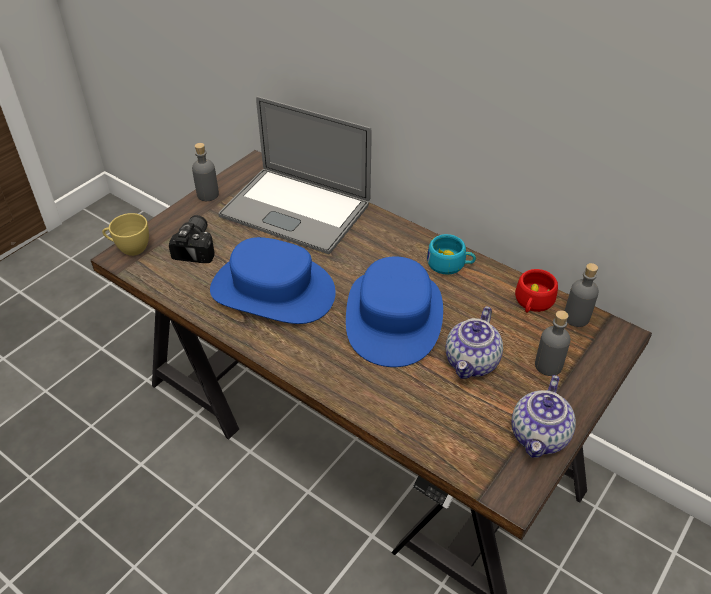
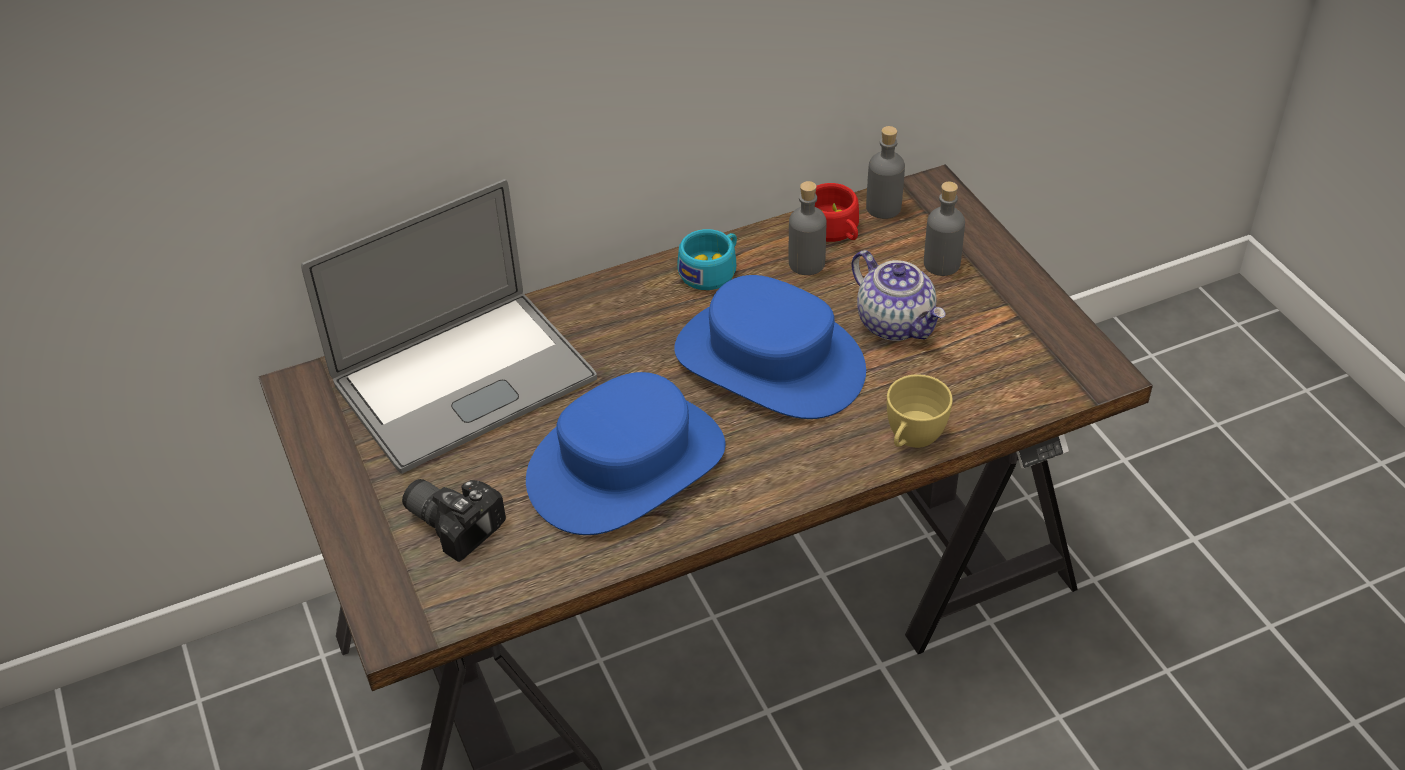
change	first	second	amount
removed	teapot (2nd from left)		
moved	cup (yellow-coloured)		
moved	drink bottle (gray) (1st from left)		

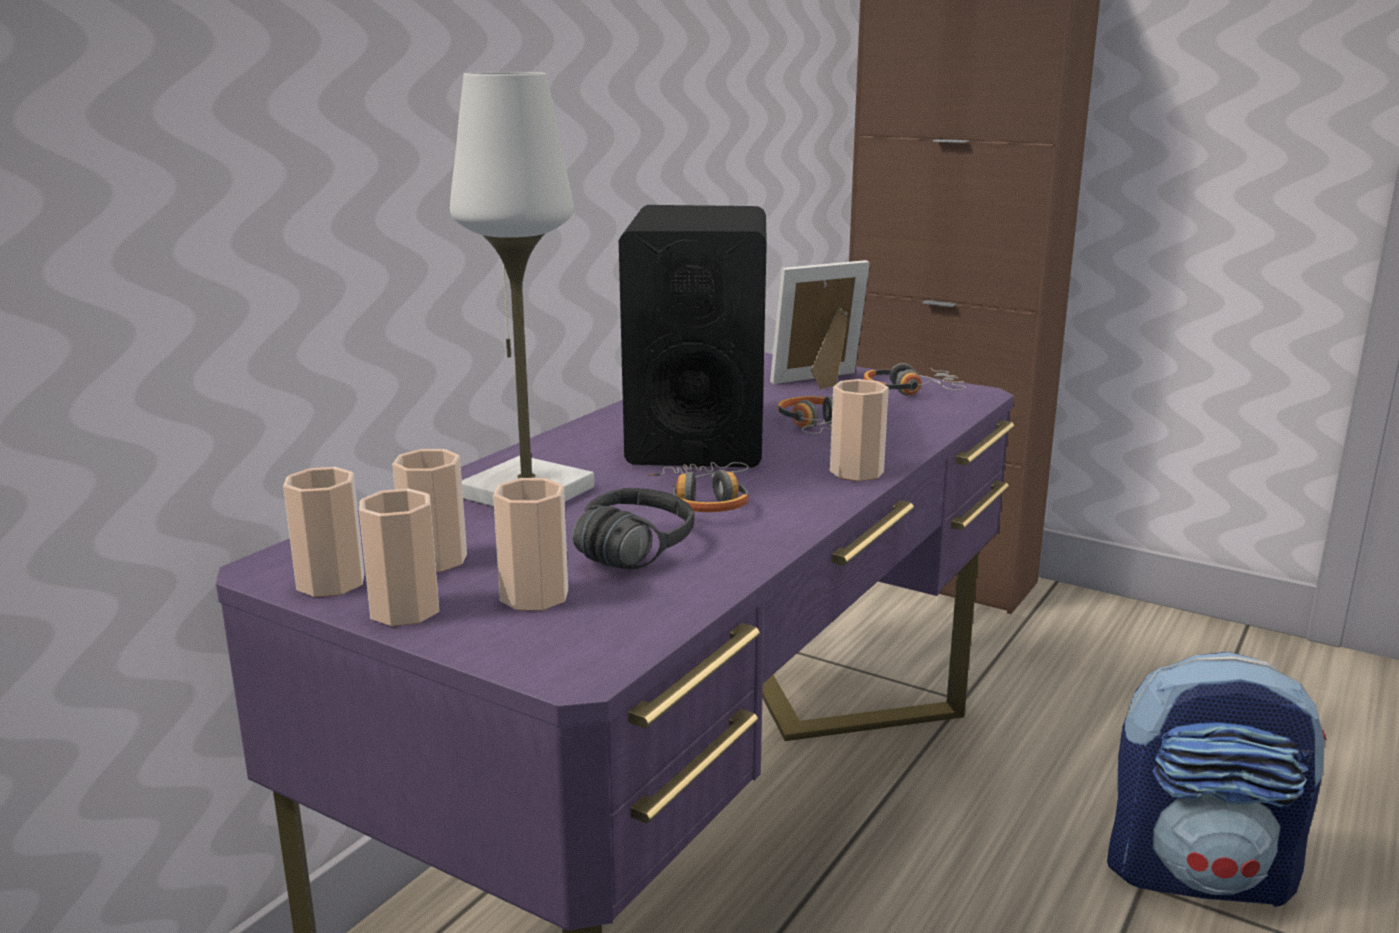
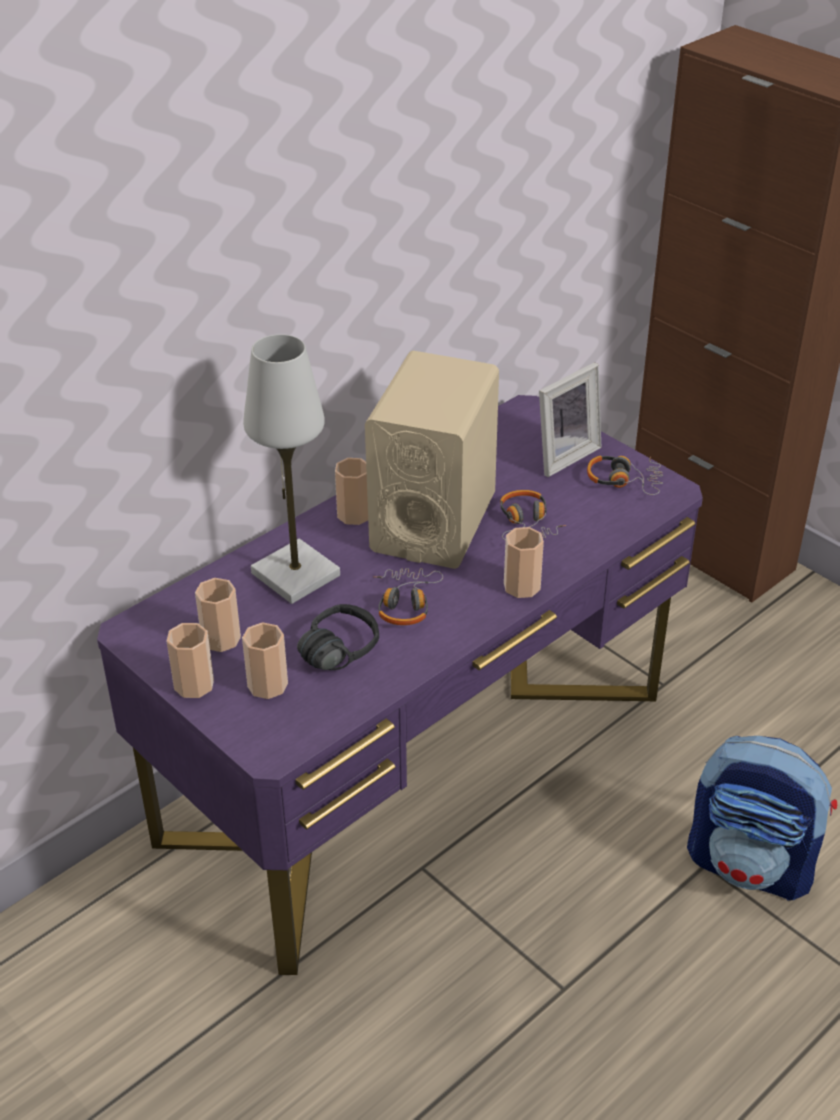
change	first	second	amount
moved	cup (1st from left in the first image)	cup (4th from left)	
recoloured	speaker (black)	speaker (sand-coloured)	
turned	photo frame		150 degrees clockwise

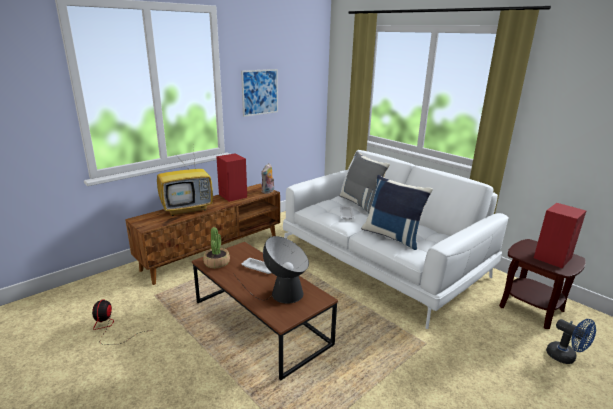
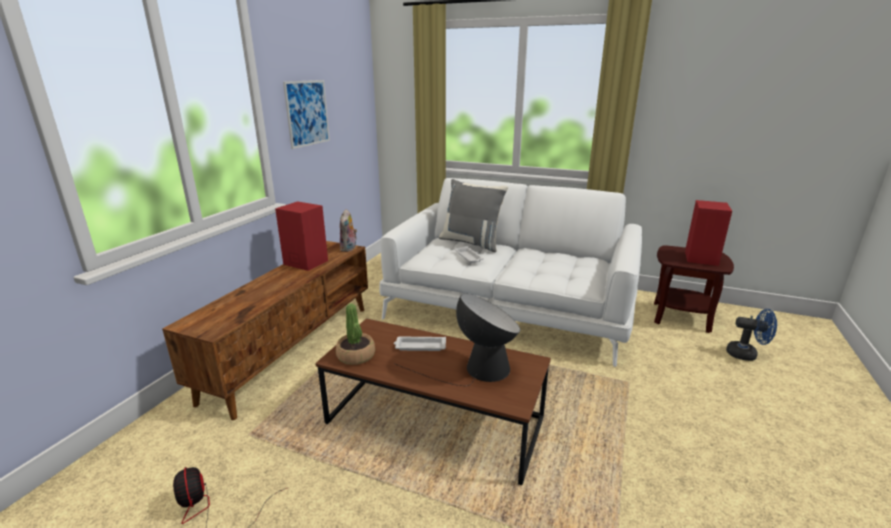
change	first	second	amount
removed	TV		
removed	pillow (blue-coloured)		

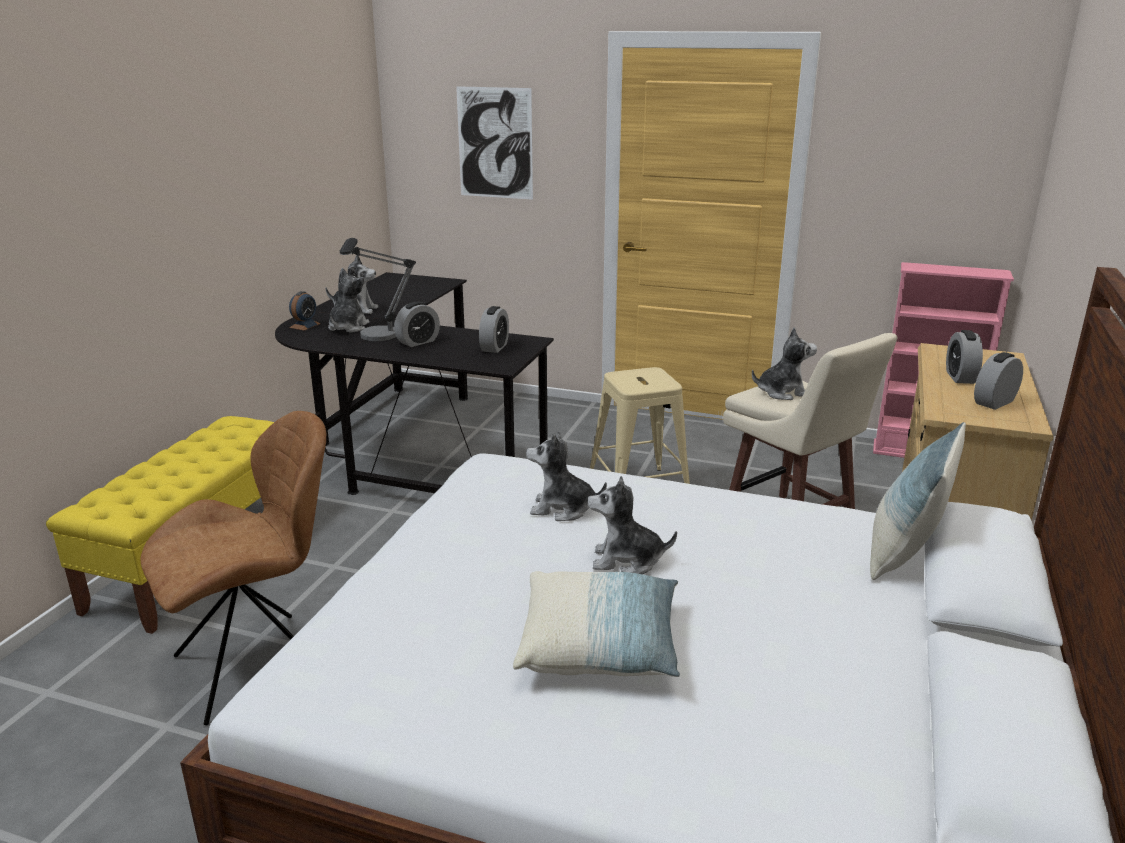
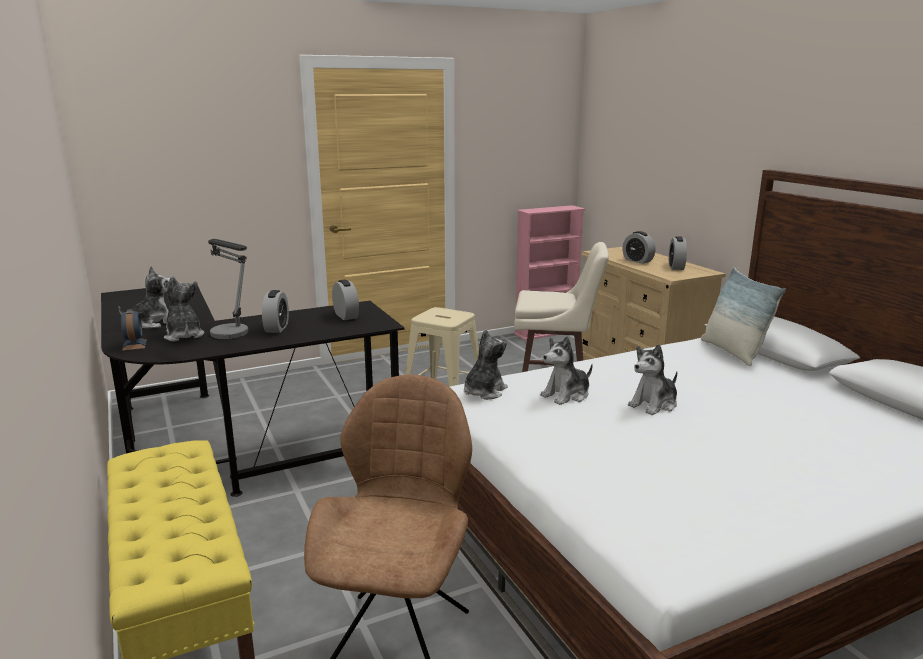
change	first	second	amount
removed	picture		
removed	pillow (1st from left)		
moved	cuddly toy (5th from left in the first image)	cuddly toy (3rd from left)	

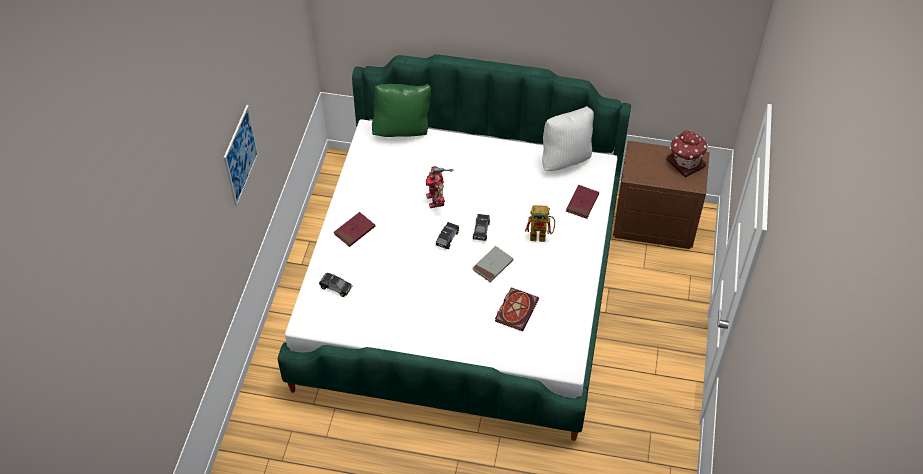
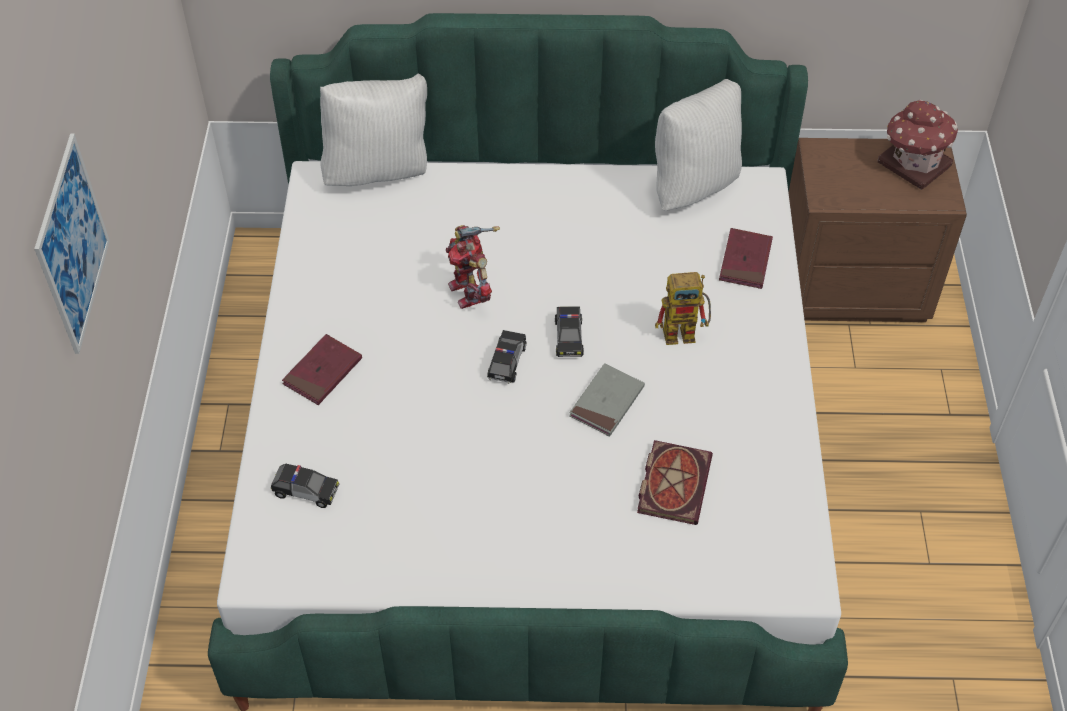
change	first	second	amount
recoloured	pillow (green)	pillow (white) (1st from left)	

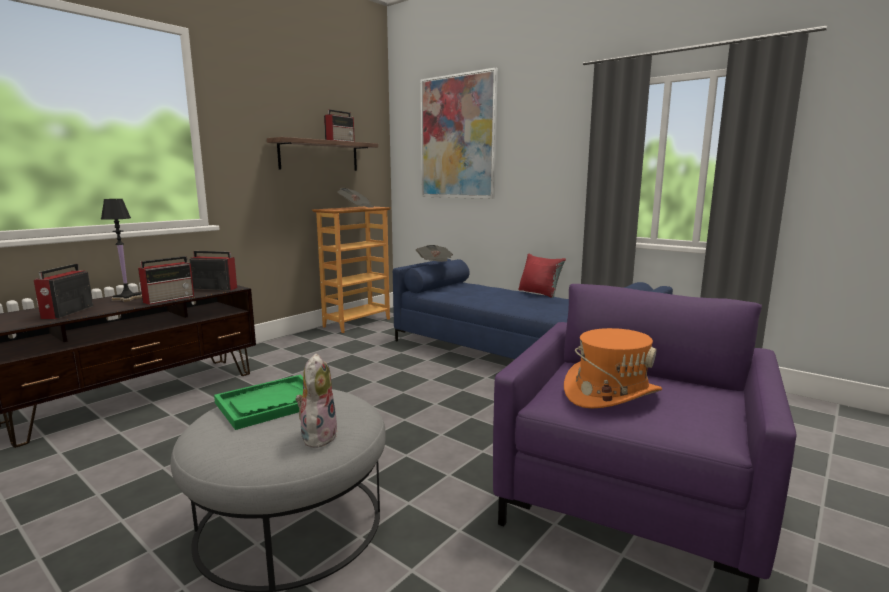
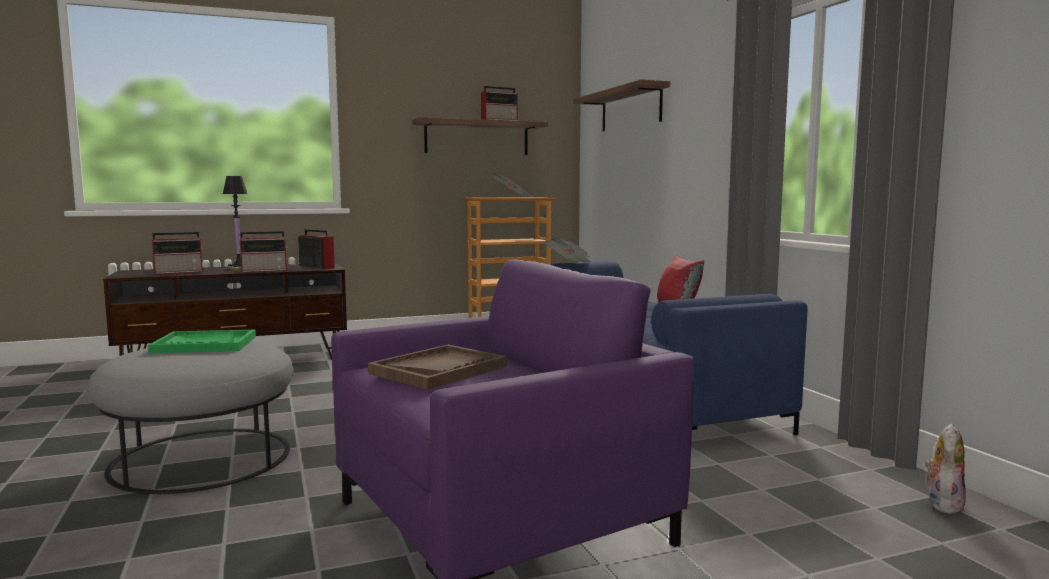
change	first	second	amount
moved	cuddly toy		
replaced	picture	bracket shelf (2nd from left)	
replaced	hat (orange)	serving tray (brown)	
turned	radio receiver (1st from left)		150 degrees counterclockwise

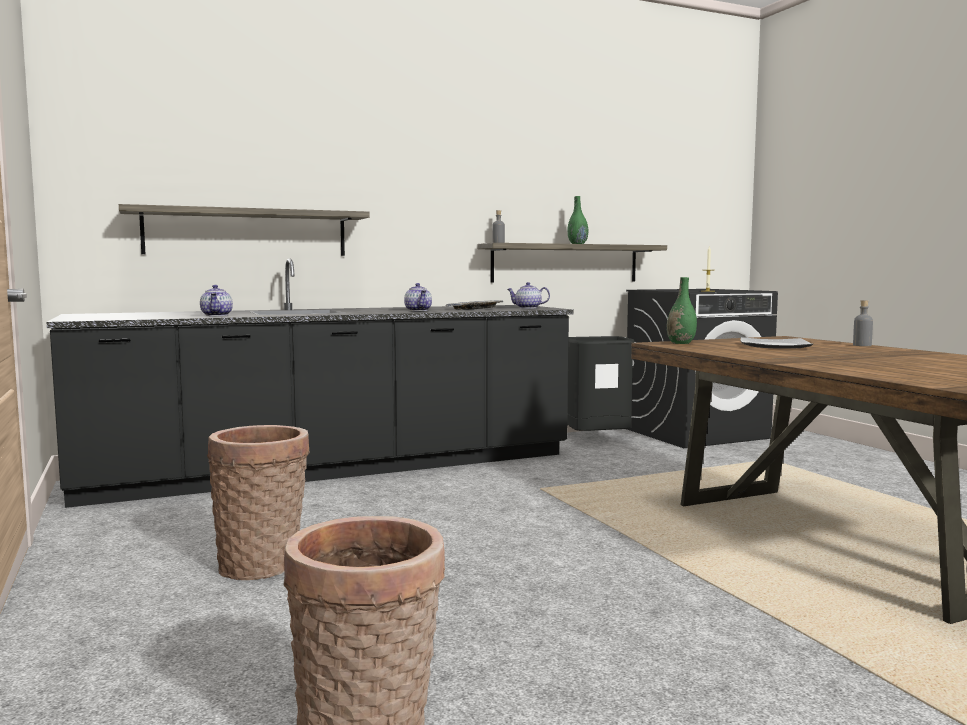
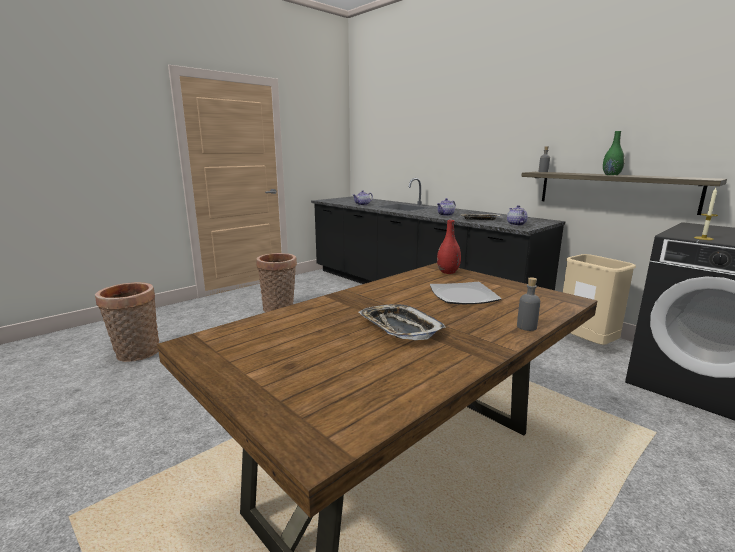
change	first	second	amount
removed	bracket shelf (1st from left)		
added		serving tray (1st from left)	
recoloured	rubbish bin (black)	rubbish bin (sand-coloured)	
recoloured	decorative vase (green) (2nd from left)	decorative vase (red)	

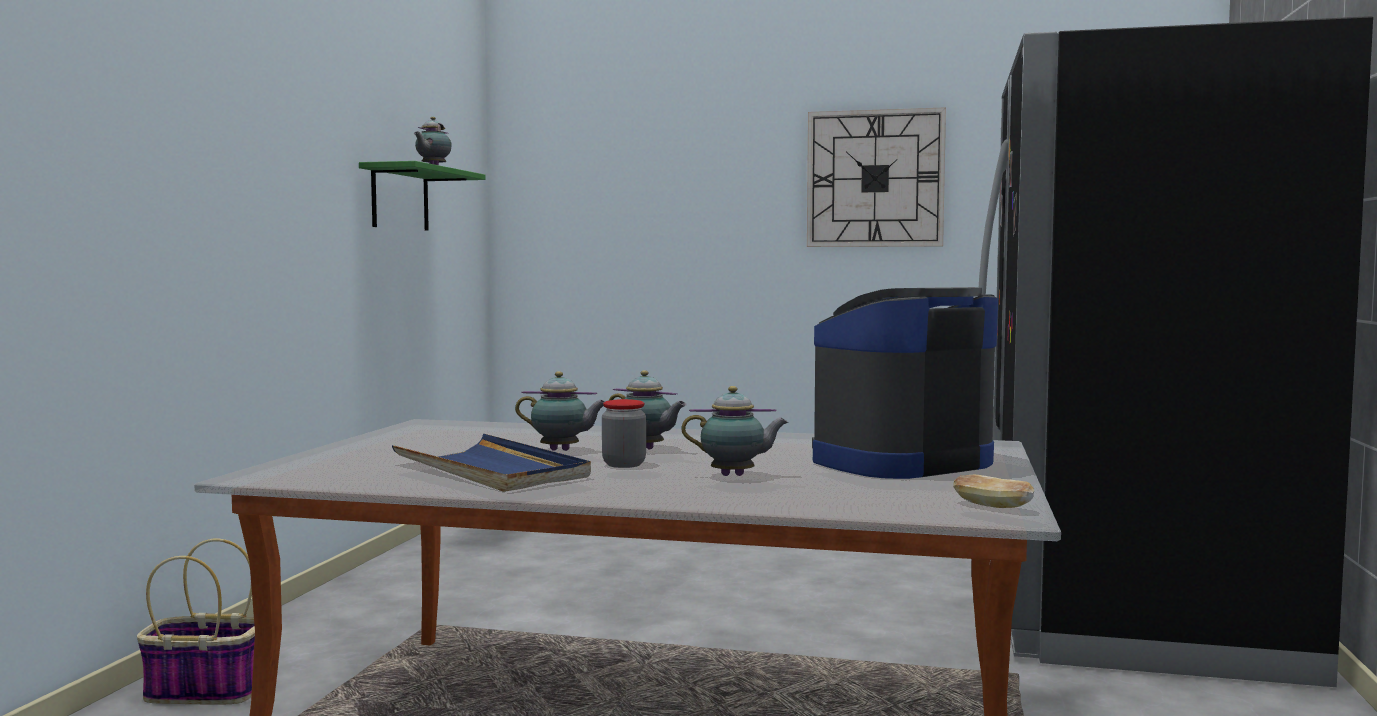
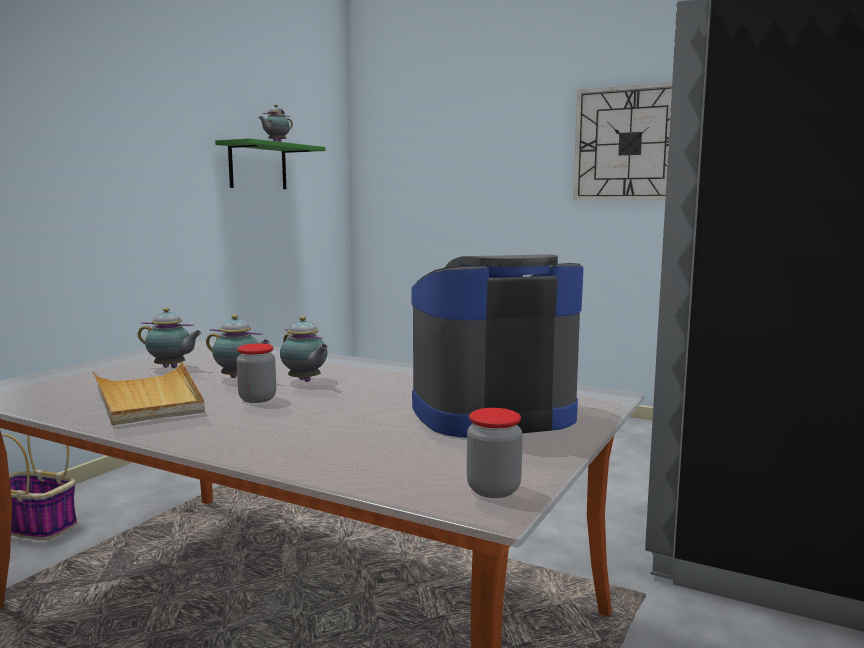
change	first	second	amount
moved	teapot (4th from left in the first image)	teapot (1st from left)	
replaced	baked bread	jar (2nd from left)	
recoloured	serving tray (blue-coloured)	serving tray (sand-coloured)	

